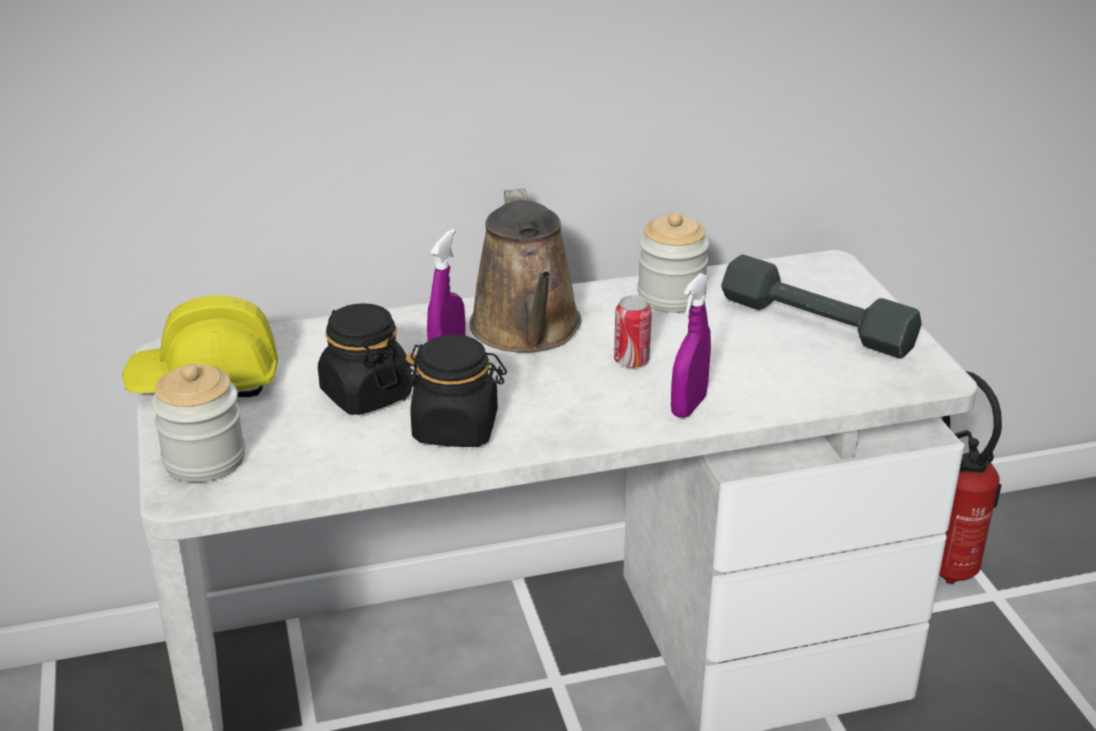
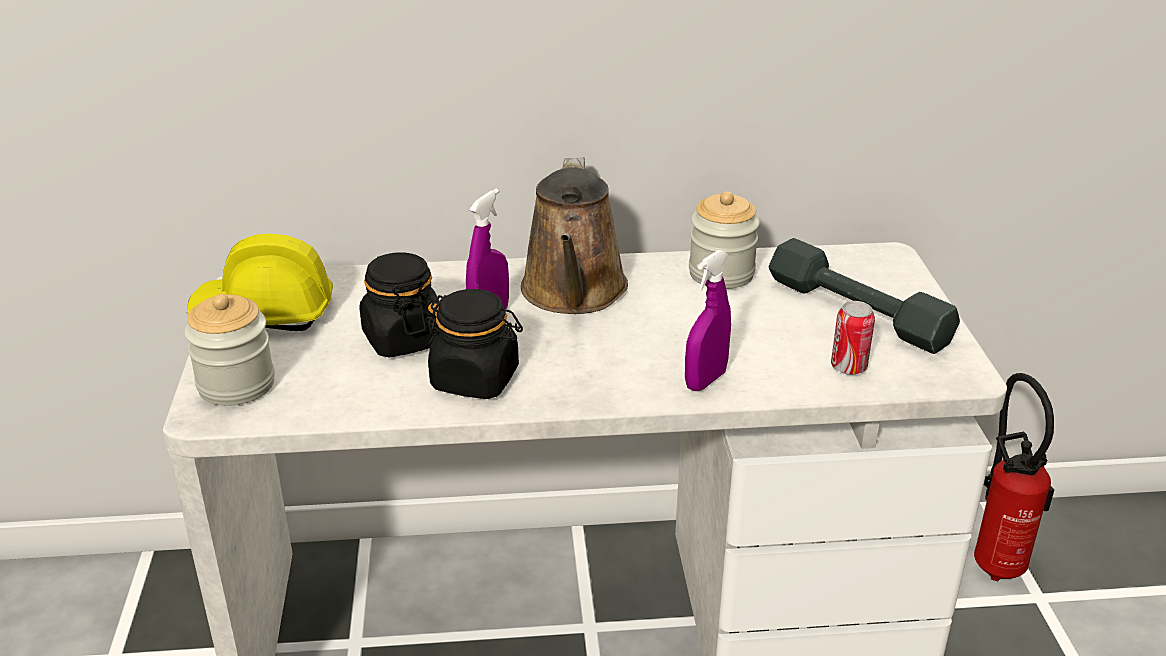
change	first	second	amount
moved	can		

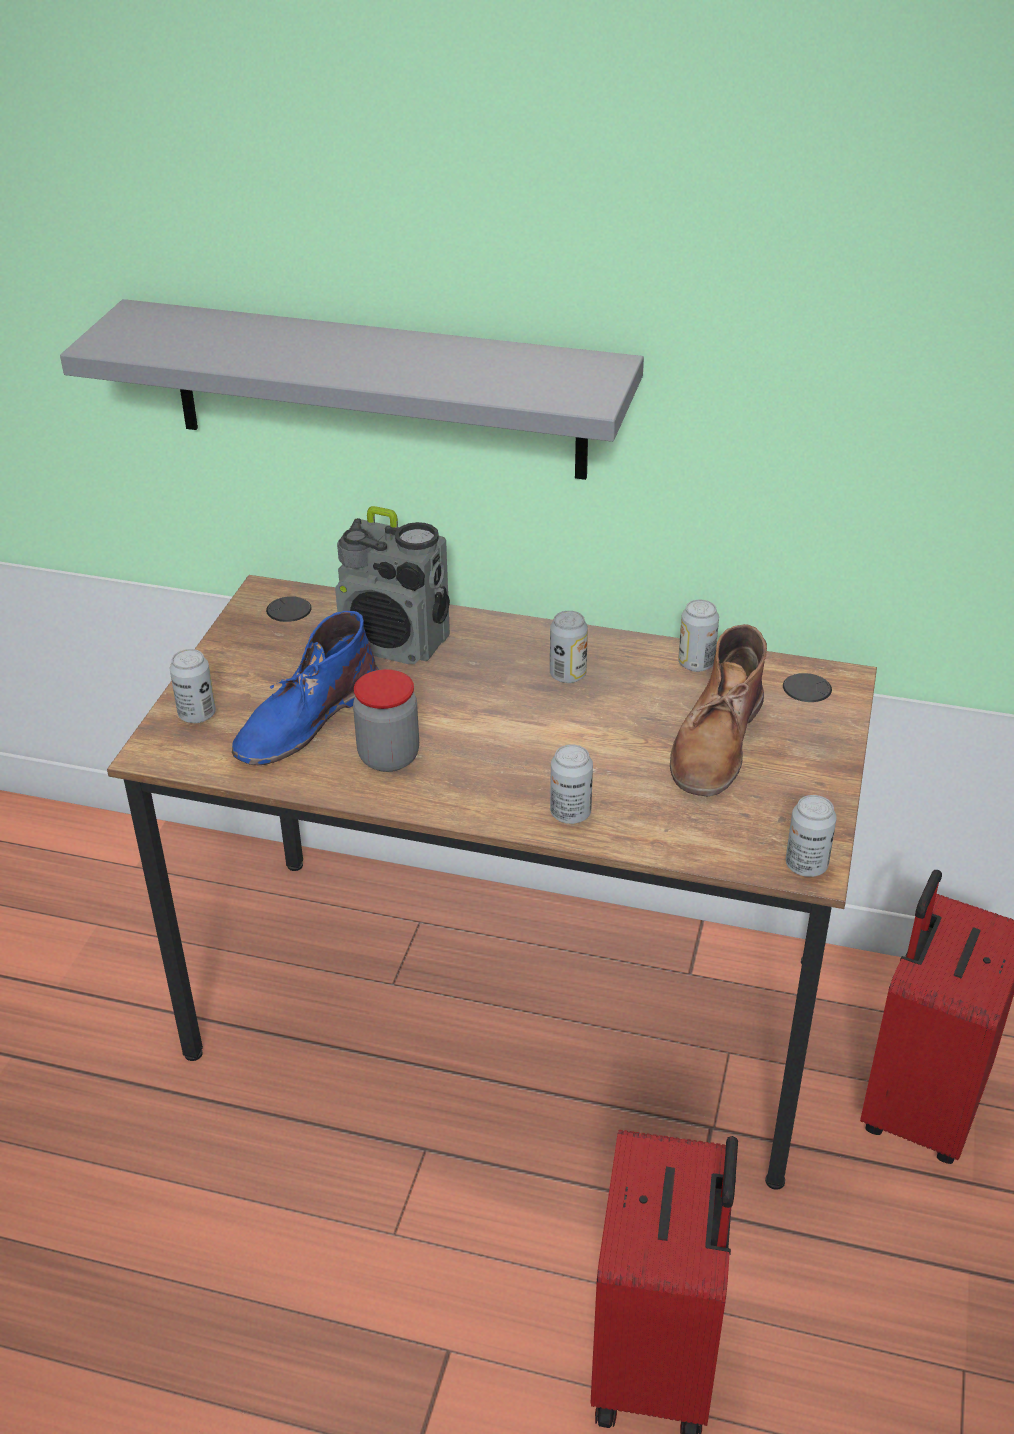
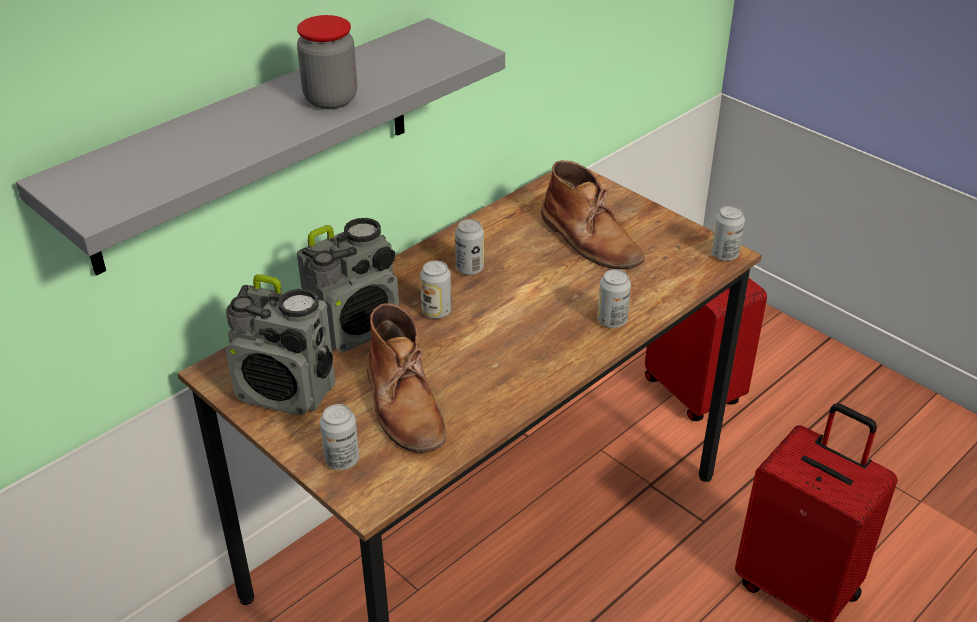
change	first	second	amount
added		radio receiver (1st from left)	
moved	jar		
moved	can (4th from left in the first image)	can (2nd from left)	
recoloured	tall boot (blue-coloured)	tall boot (brown) (1st from left)	

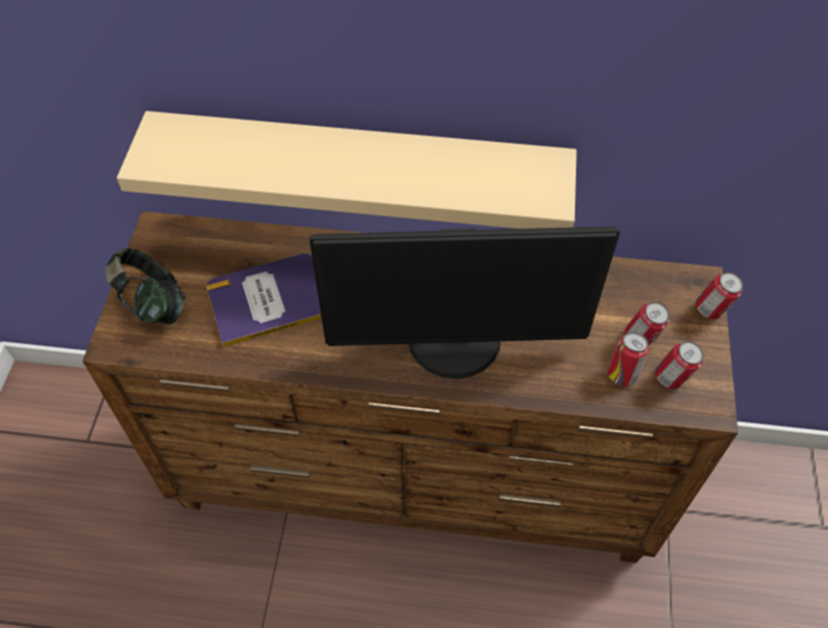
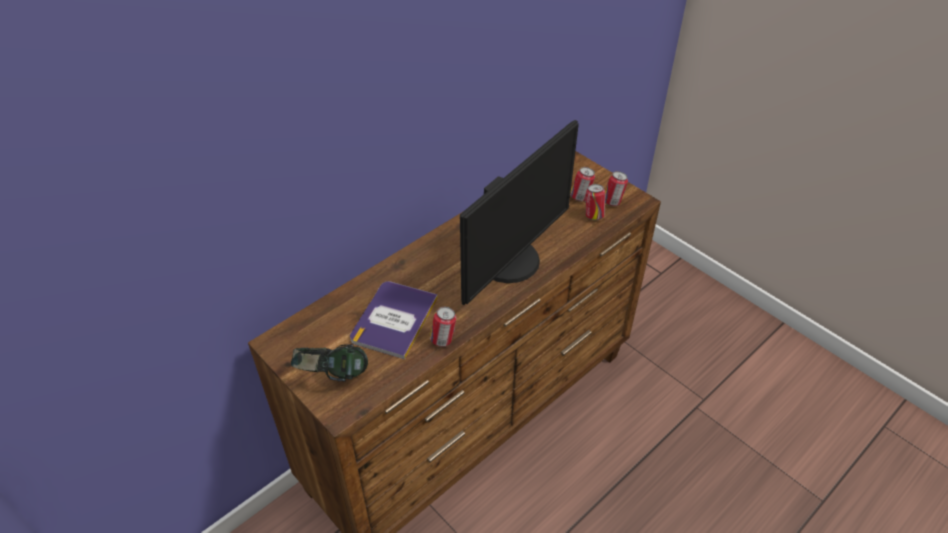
change	first	second	amount
removed	bracket shelf (sand-coloured)		
moved	can (4th from left in the first image)	can (1st from left)	

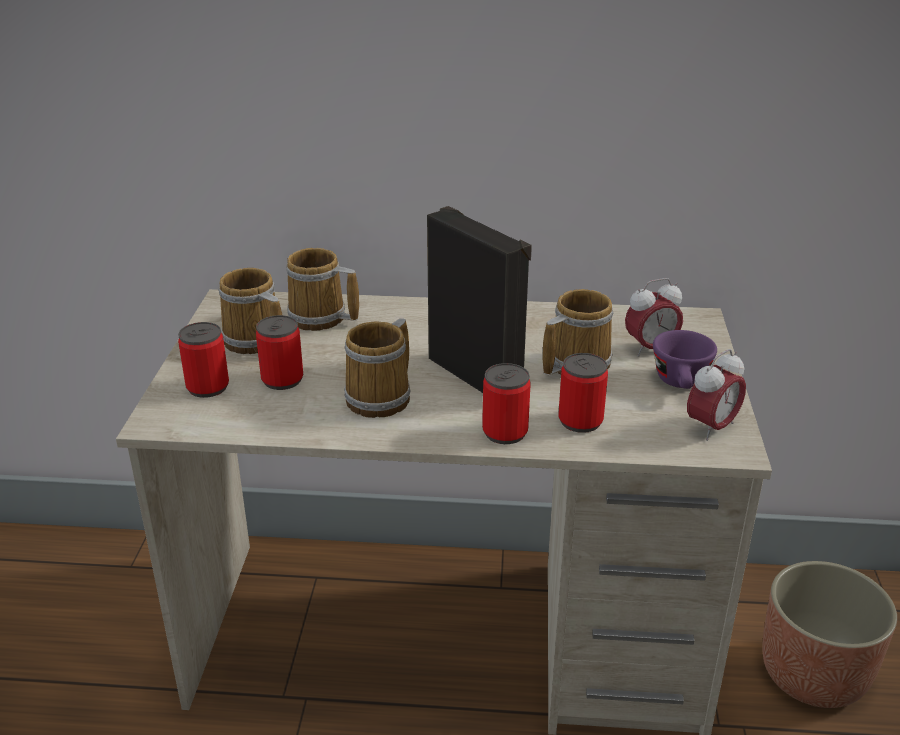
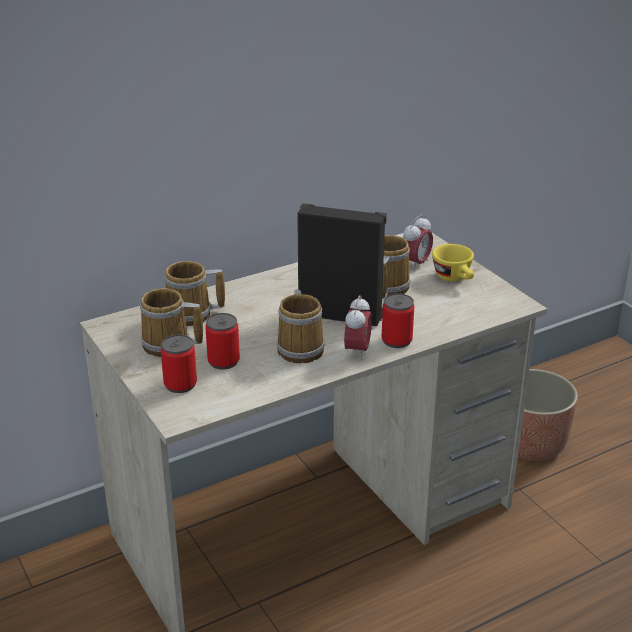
change	first	second	amount
removed	can (4th from left)		
moved	alarm clock (2nd from left in the first image)	alarm clock (1st from left)	
recoloured	cup (purple-coloured)	cup (yellow-coloured)	

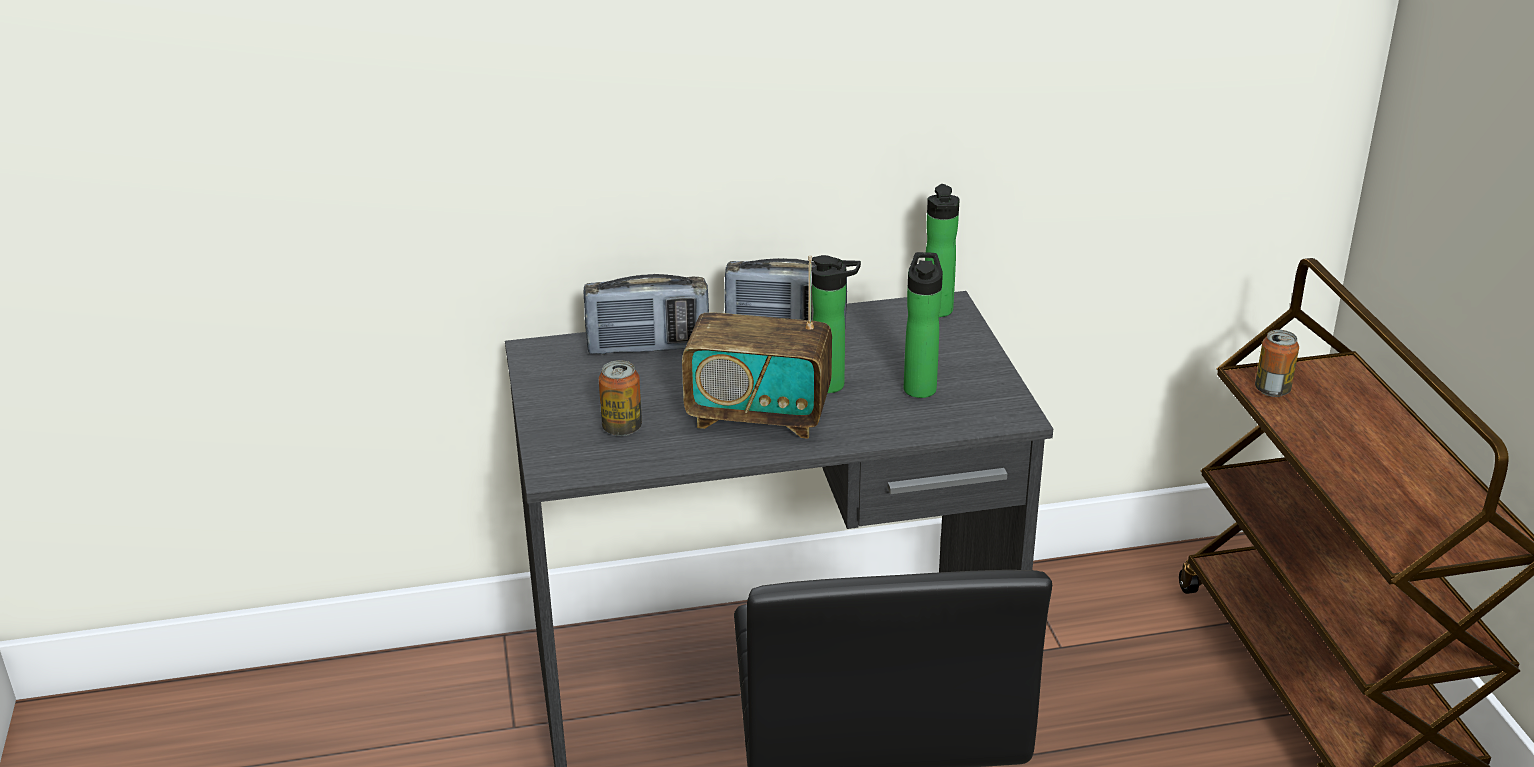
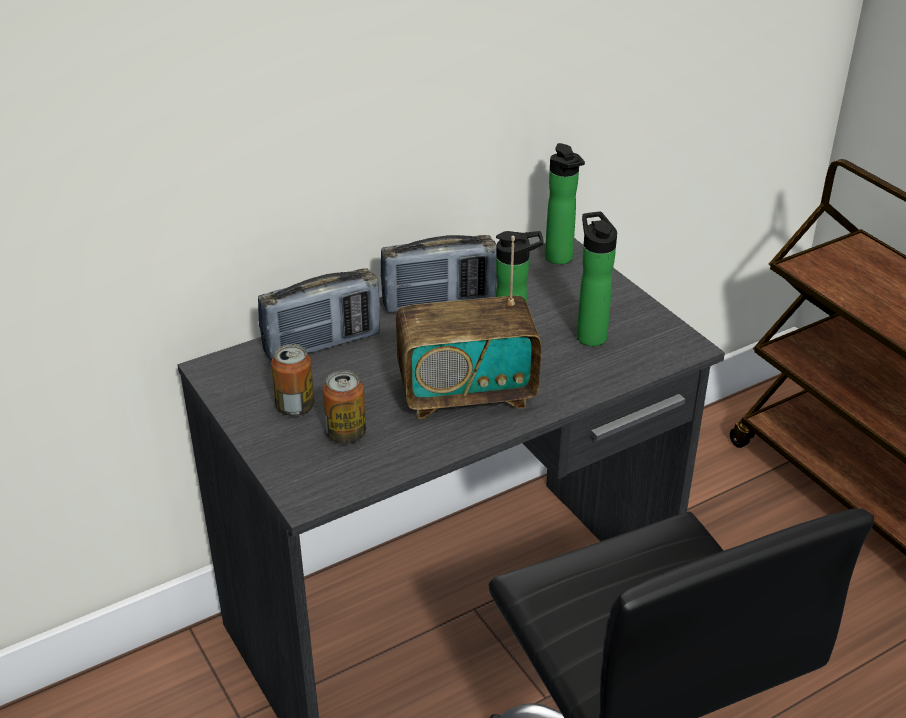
change	first	second	amount
moved	can (2nd from left in the first image)	can (1st from left)	

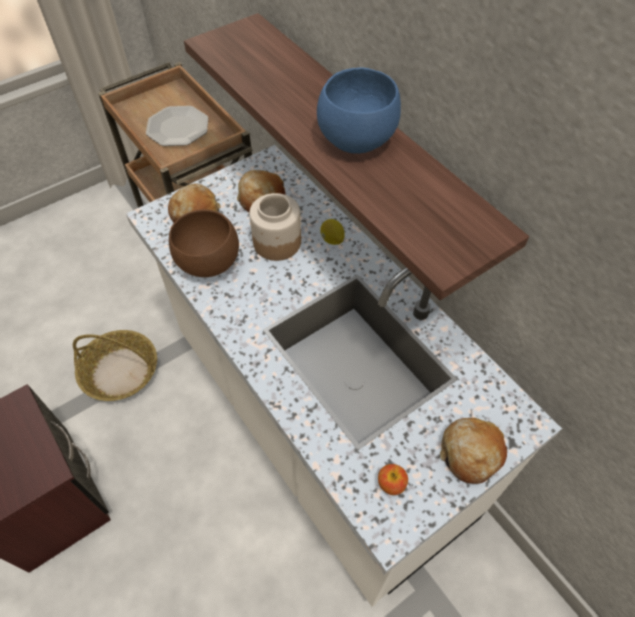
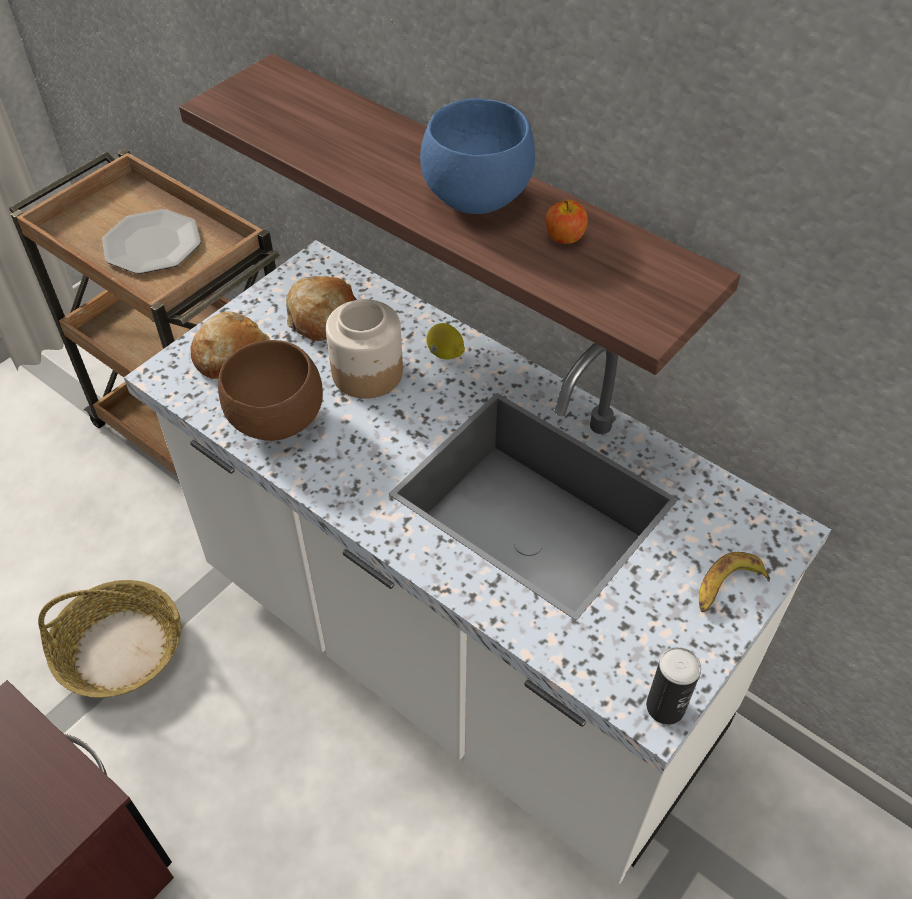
change	first	second	amount
added		can	
moved	apple		
replaced	baked bread (3rd from left)	whole banana	

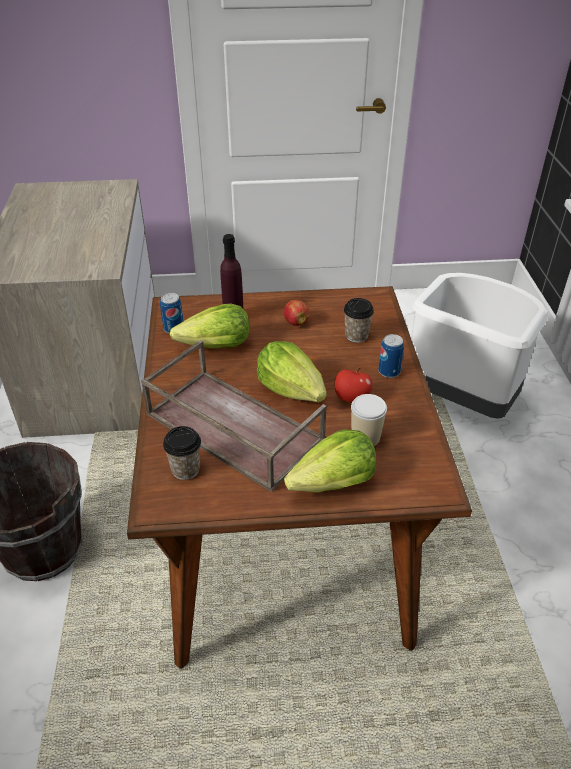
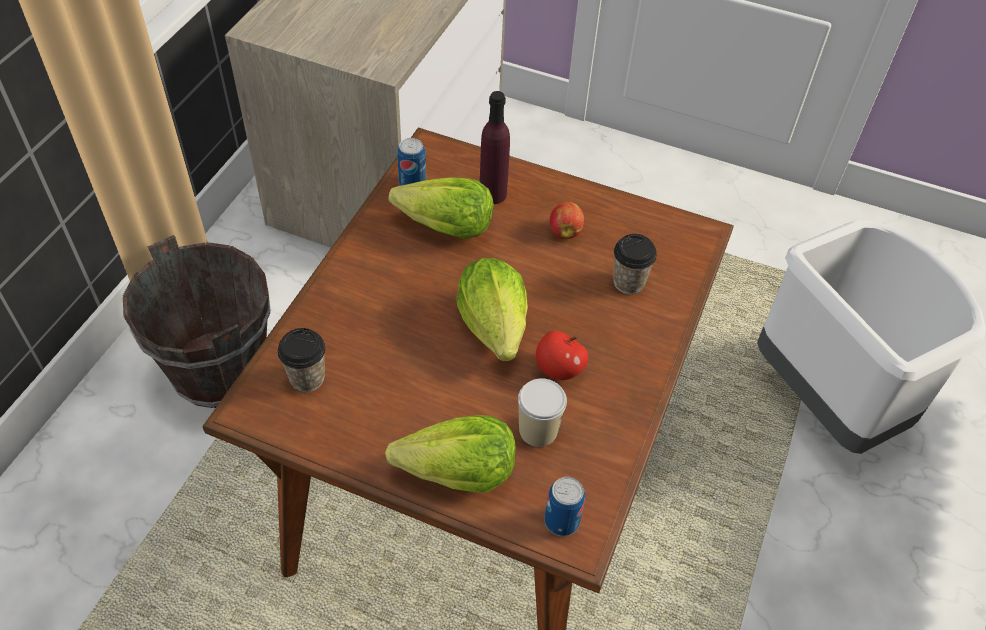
change	first	second	amount
removed	serving tray (brown)		
moved	can (2nd from left)		

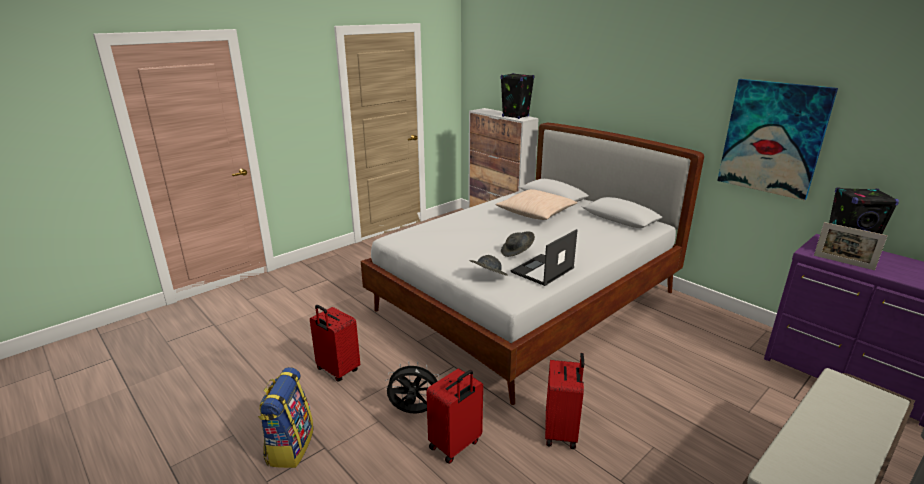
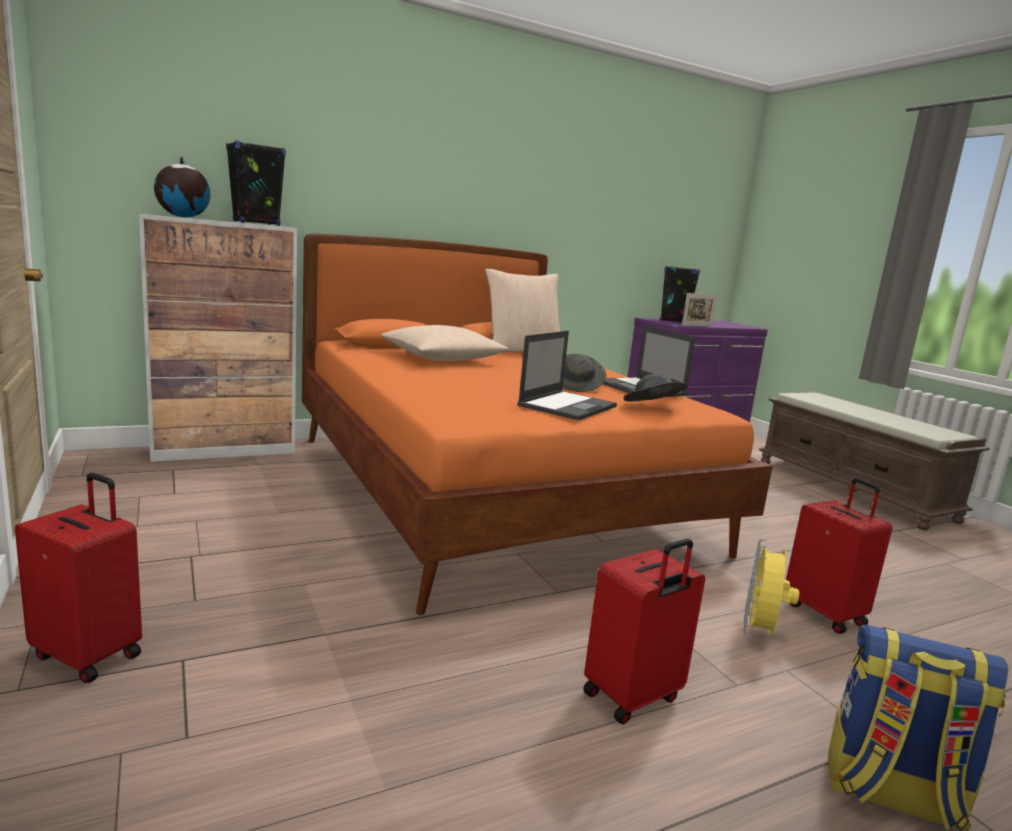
change	first	second	amount
removed	picture		
added		globe	
added		pillow (sand-coloured) (2nd from left)	
added		portable computer (1st from left)	
moved	suitcase (red) (3rd from left in the first image)	suitcase (red) (1st from left)	
recoloured	sleeping bed (white)	sleeping bed (orange)	
recoloured	cooling fan (black)	cooling fan (yellow-coloured)	

